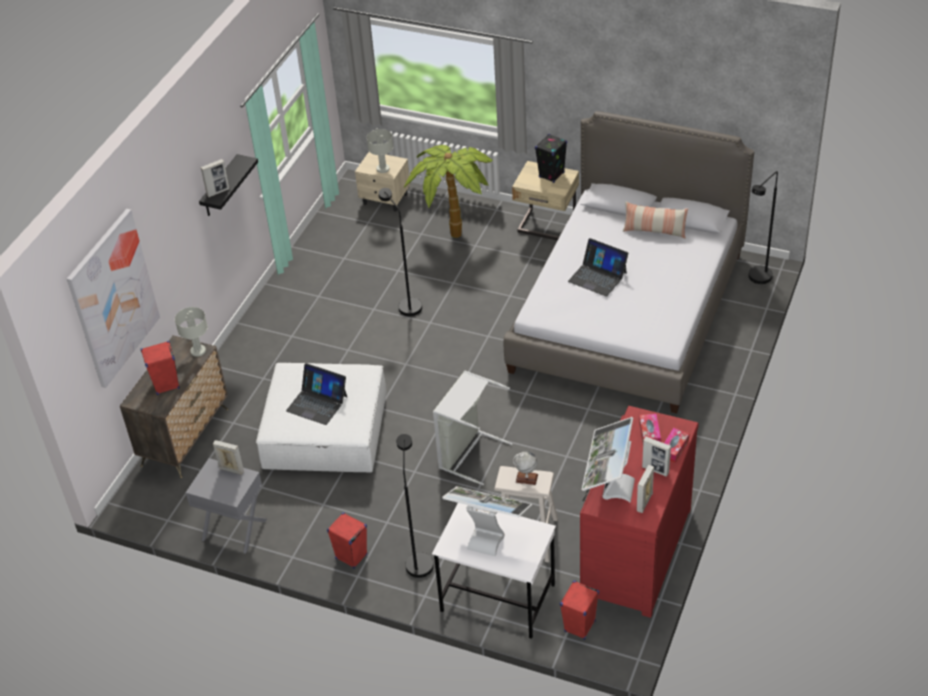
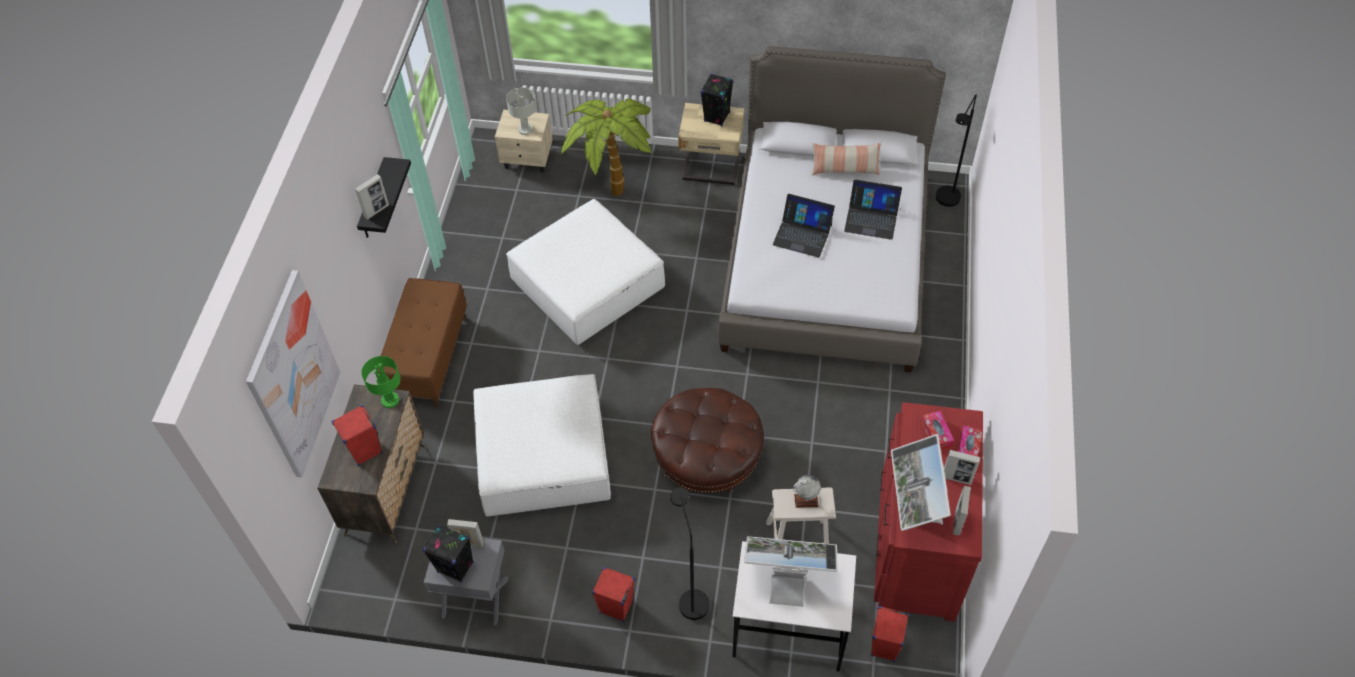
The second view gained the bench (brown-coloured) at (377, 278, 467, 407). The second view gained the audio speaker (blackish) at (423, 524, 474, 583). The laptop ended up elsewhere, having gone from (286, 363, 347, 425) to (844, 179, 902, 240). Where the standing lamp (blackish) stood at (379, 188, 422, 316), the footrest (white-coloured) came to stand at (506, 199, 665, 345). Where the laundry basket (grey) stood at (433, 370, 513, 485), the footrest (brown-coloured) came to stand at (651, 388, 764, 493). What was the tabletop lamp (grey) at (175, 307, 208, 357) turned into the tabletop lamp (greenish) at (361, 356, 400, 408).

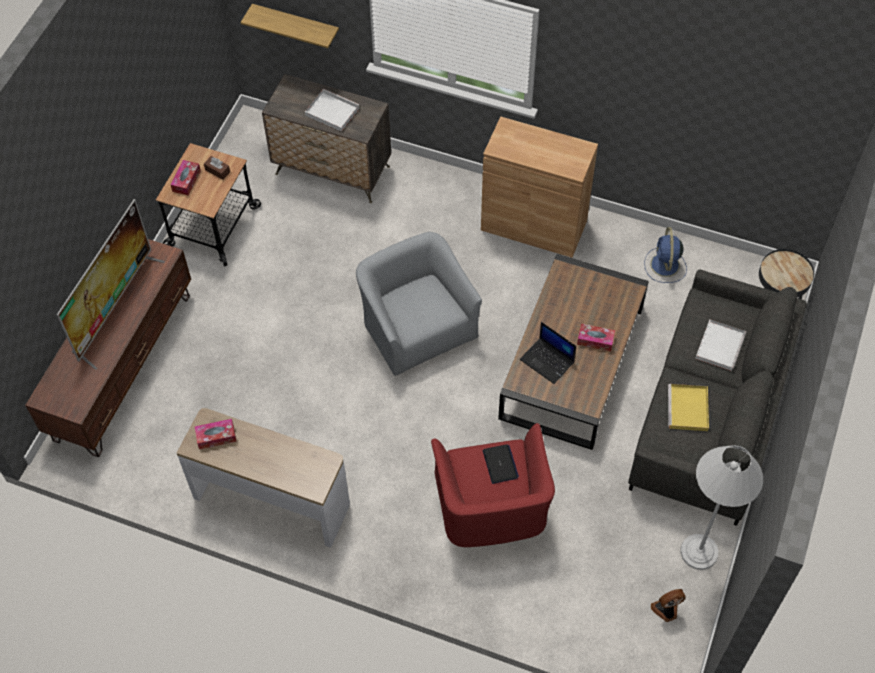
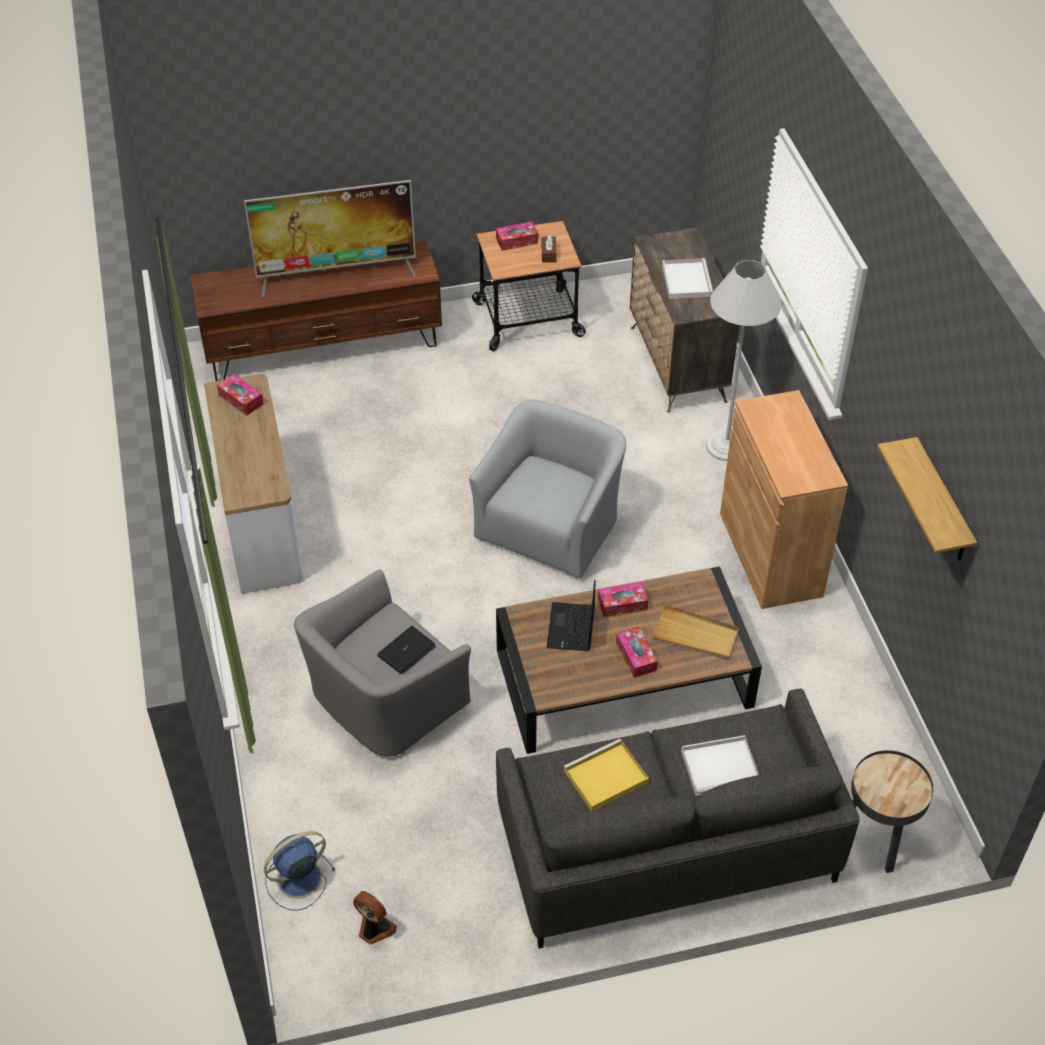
The second view gained the box of tissues at (598, 582, 648, 617). The second view gained the serving tray (beige) at (651, 604, 739, 660). The shelf ended up elsewhere, having gone from (241, 4, 339, 48) to (878, 437, 977, 561). The fan (blue) ended up elsewhere, having gone from (644, 227, 687, 283) to (264, 831, 336, 911). The standing lamp (white-coloured) ended up elsewhere, having gone from (680, 445, 763, 570) to (706, 260, 782, 461). What was the lounge chair (reddish) at (431, 423, 555, 547) turned into the lounge chair (grey) at (294, 569, 471, 757).

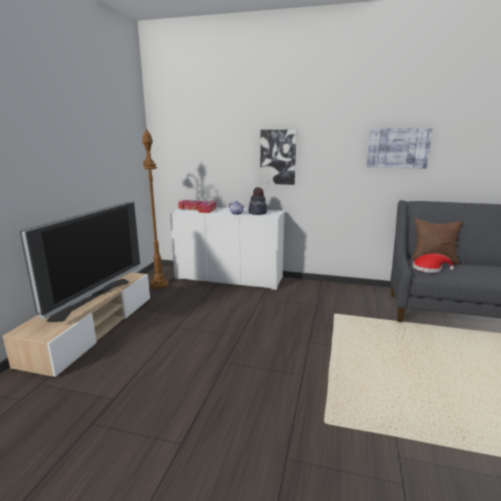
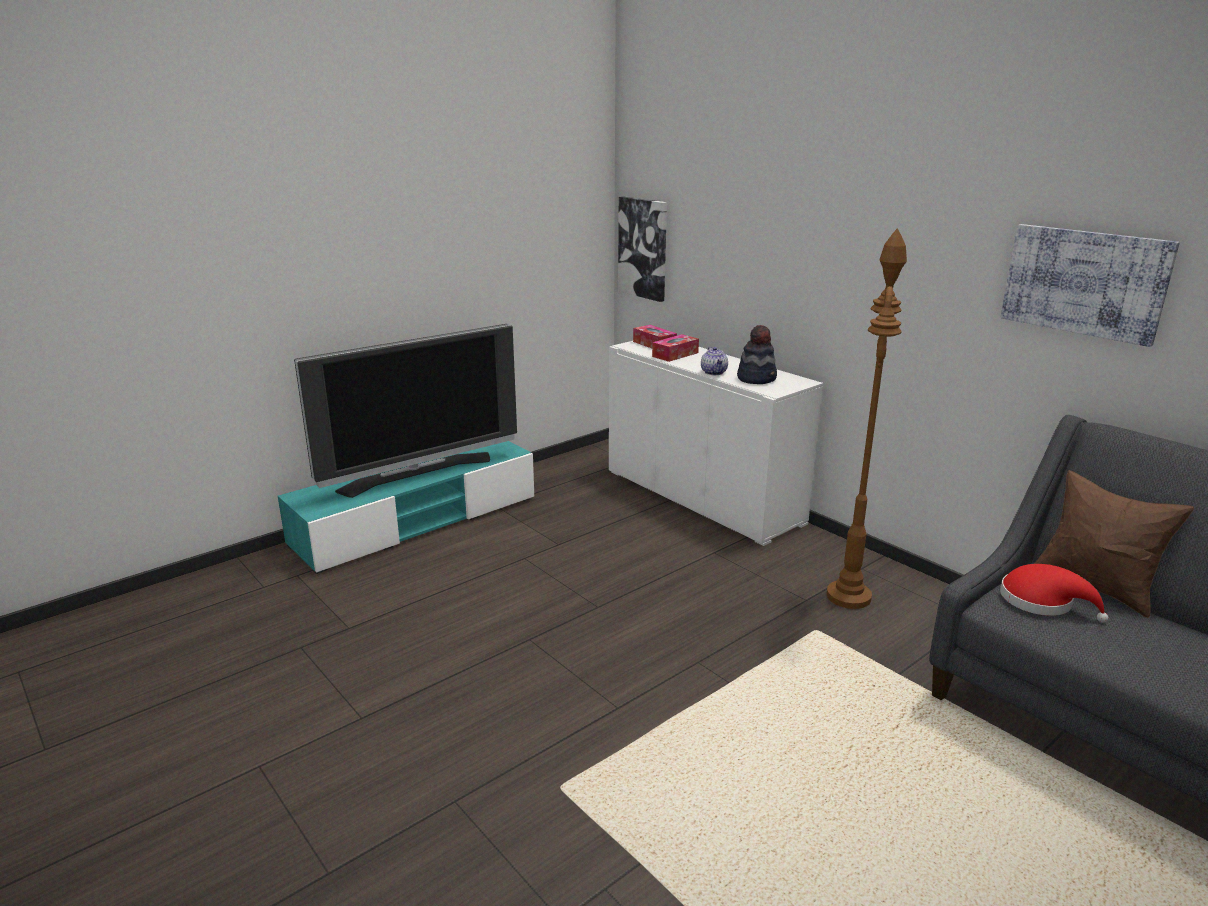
The standing lamp (brown-coloured) ended up elsewhere, having gone from (142, 129, 169, 289) to (827, 228, 907, 609). The wall picture ended up elsewhere, having gone from (260, 130, 297, 185) to (618, 196, 667, 302). What was the tv stand (beige) at (3, 272, 150, 378) turned into the tv stand (turquoise-coloured) at (278, 441, 534, 574).

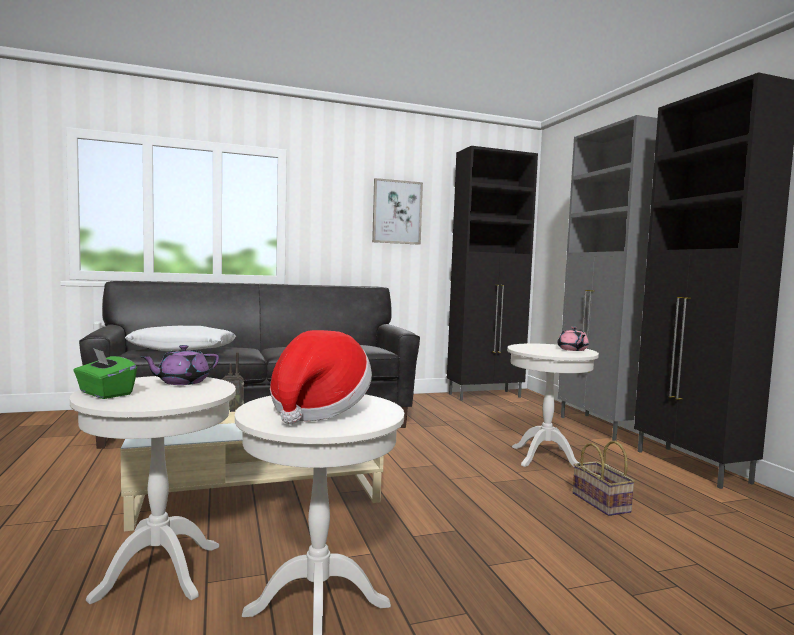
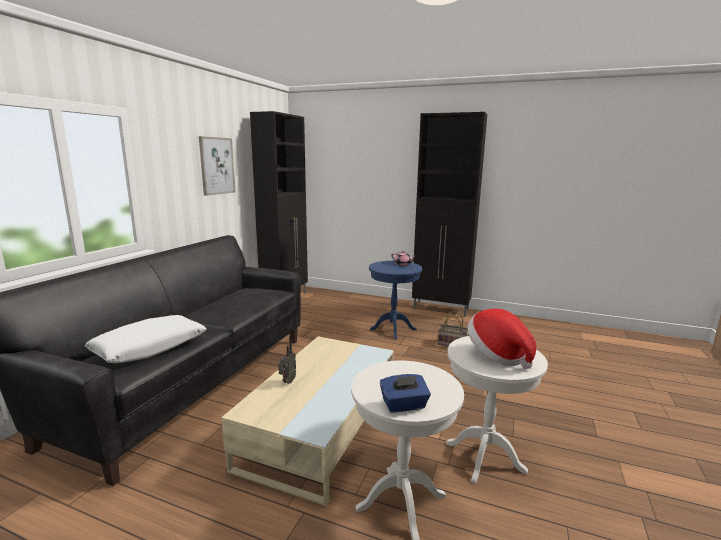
The second view lost the teapot (purple) at (140, 345, 219, 385). The second view lost the storage cabinet (grey) at (558, 115, 658, 441). What was the box of tissues (greenish) at (73, 348, 137, 399) turned into the box of tissues (blue) at (380, 374, 431, 413). What was the accent table (white-coloured) at (507, 343, 599, 467) turned into the accent table (blue) at (369, 261, 422, 340).

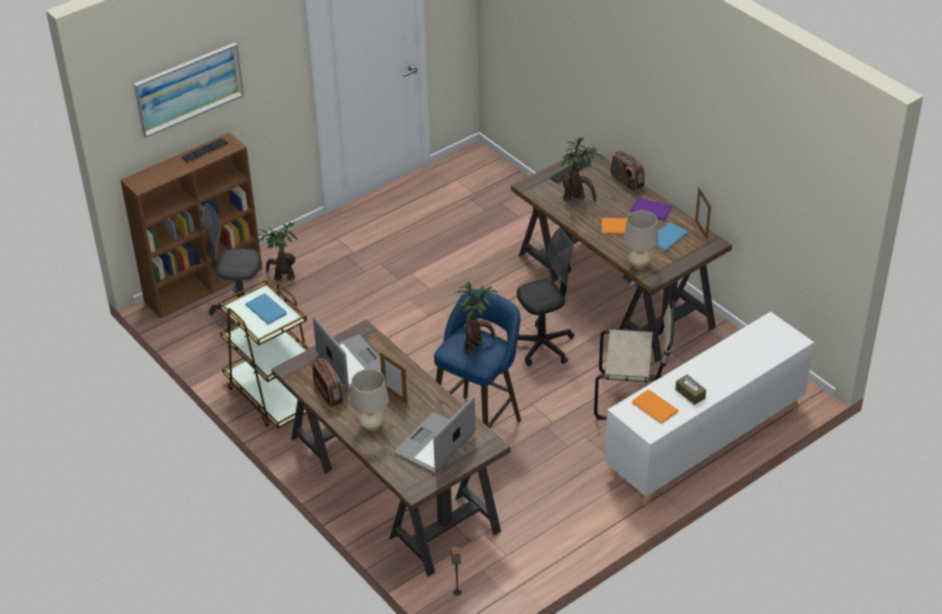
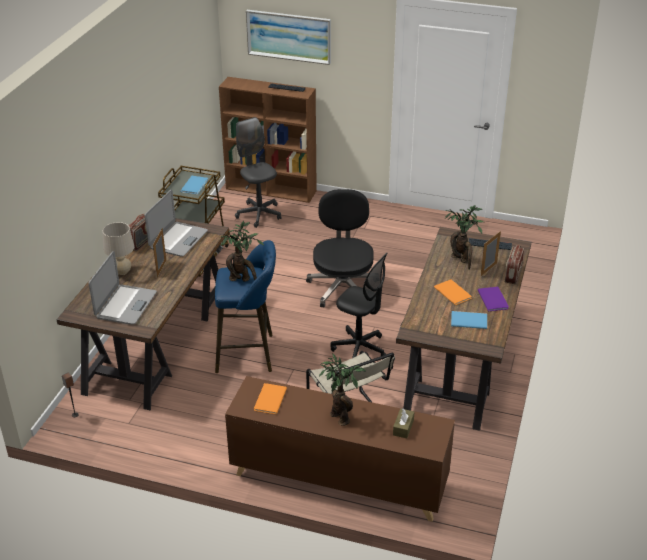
The second view lost the tabletop lamp (beige) at (624, 211, 658, 269). The second view gained the office chair (blackish) at (306, 189, 374, 308). The houseplant ended up elsewhere, having gone from (254, 222, 298, 281) to (319, 354, 366, 426). The box of tissues (brown-coloured) ended up elsewhere, having gone from (675, 375, 706, 405) to (393, 408, 414, 438). The photo frame ended up elsewhere, having gone from (695, 187, 711, 241) to (480, 231, 501, 277). What was the storage cabinet (white-coloured) at (605, 312, 814, 506) turned into the storage cabinet (brown-coloured) at (225, 376, 455, 522). The laptop at (395, 396, 475, 473) ended up facing another way, 105 degrees clockwise from before.

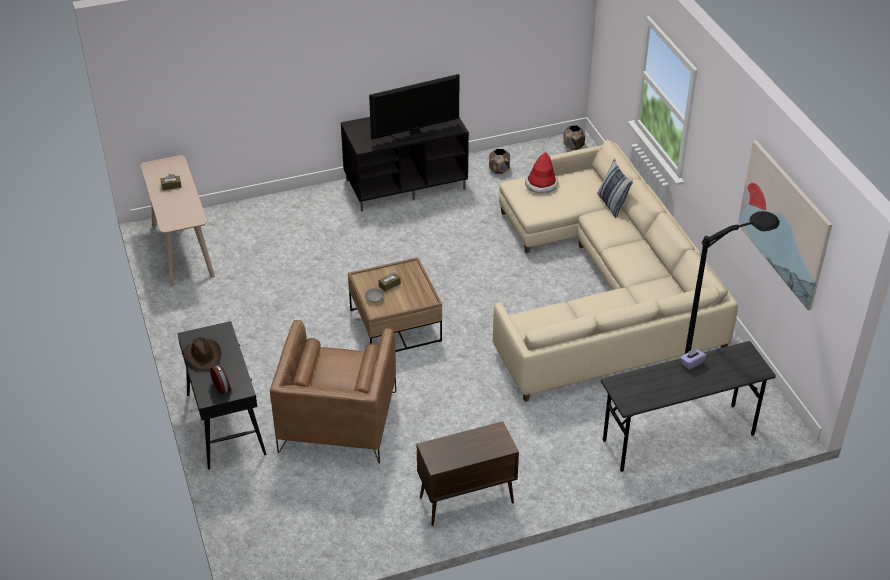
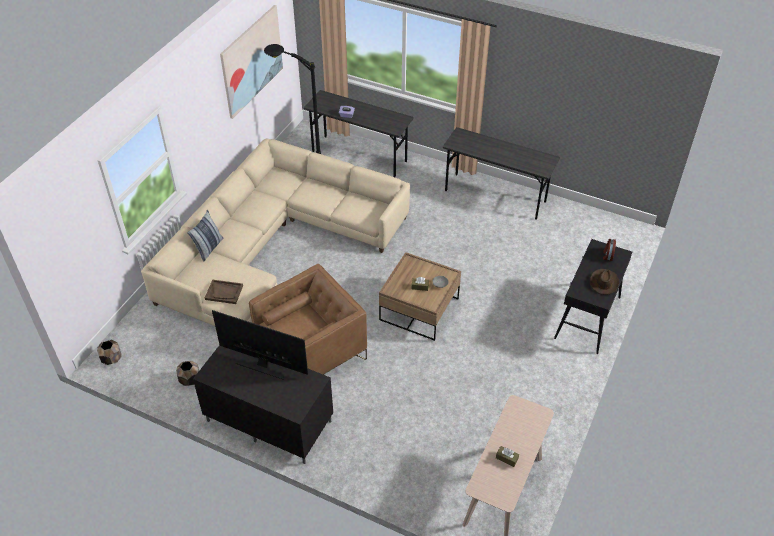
The lounge chair (brown-coloured) ended up elsewhere, having gone from (270, 320, 396, 463) to (249, 264, 367, 375). Where the storage cabinet (brown-coloured) stood at (417, 421, 519, 526), the desk table (grey) came to stand at (443, 127, 560, 220). Where the wearable hat stood at (525, 152, 559, 193), the serving tray (brown-coloured) came to stand at (205, 279, 243, 304).

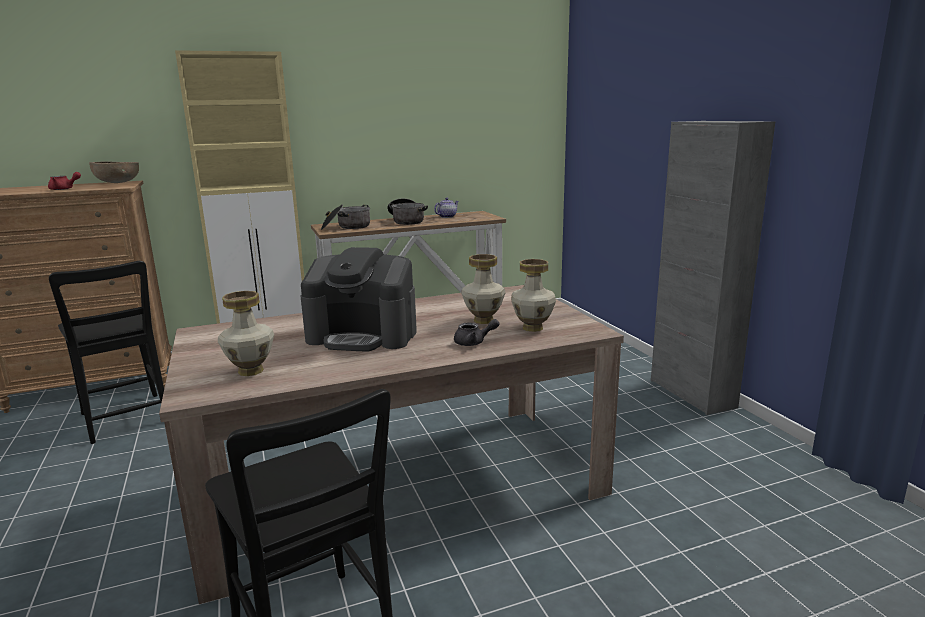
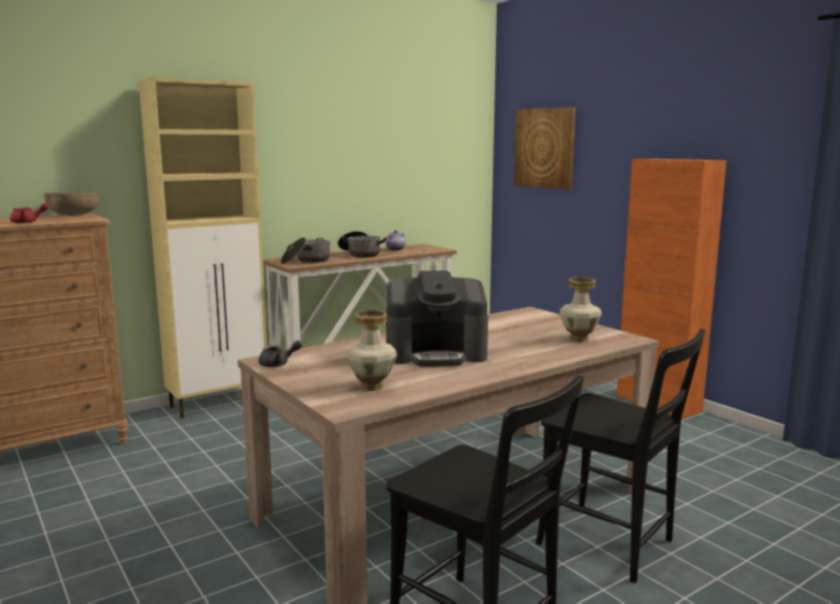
The second view lost the vase at (461, 254, 505, 324). The second view gained the wall picture at (514, 107, 576, 190). The upright chair (blackish) ended up elsewhere, having gone from (49, 261, 164, 444) to (535, 329, 705, 583). The teapot (grey) ended up elsewhere, having gone from (454, 319, 499, 346) to (259, 340, 302, 367). What was the storage cabinet (grey) at (651, 121, 775, 415) turned into the storage cabinet (orange-coloured) at (616, 159, 727, 420).

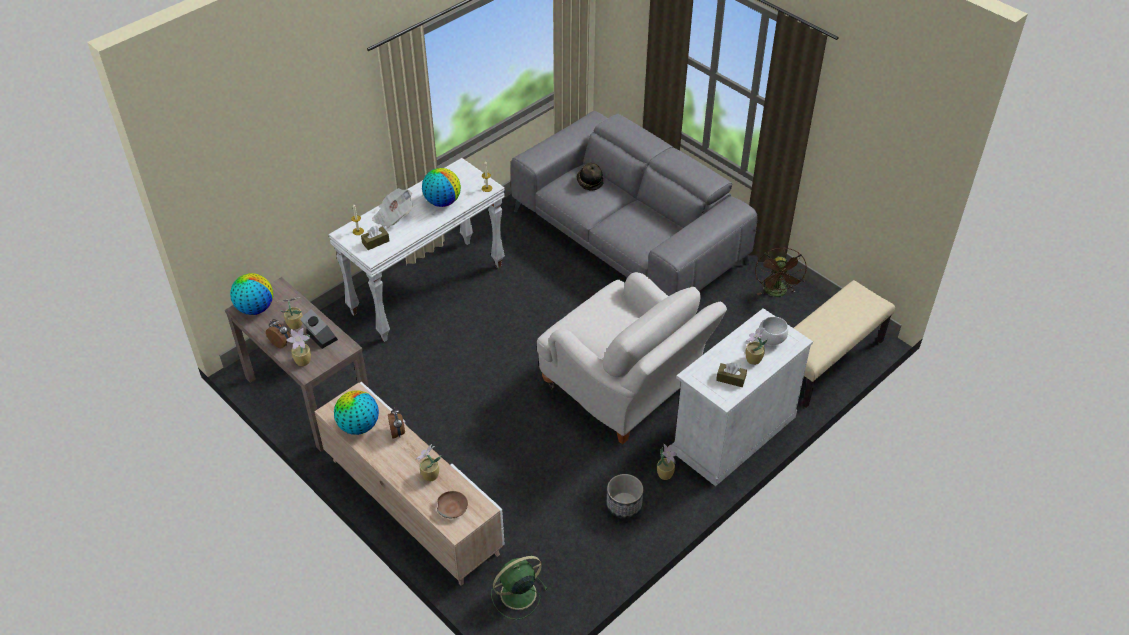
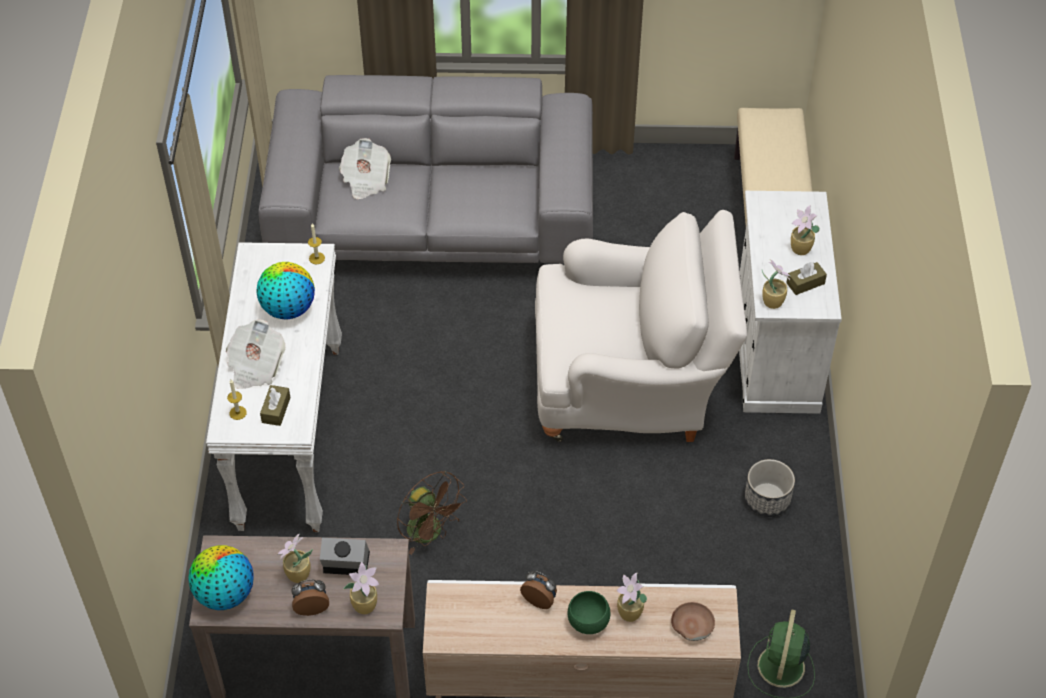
The second view lost the globe at (334, 390, 379, 435). The second view lost the serving bowl (white-coloured) at (759, 317, 788, 345). The second view gained the serving bowl (greenish) at (568, 591, 610, 634). The houseplant ended up elsewhere, having gone from (657, 444, 677, 480) to (762, 259, 791, 309). The fan (brown-coloured) ended up elsewhere, having gone from (755, 248, 807, 297) to (397, 471, 467, 555). Where the wearable hat stood at (577, 163, 604, 190), the newspaper came to stand at (339, 138, 391, 199).

